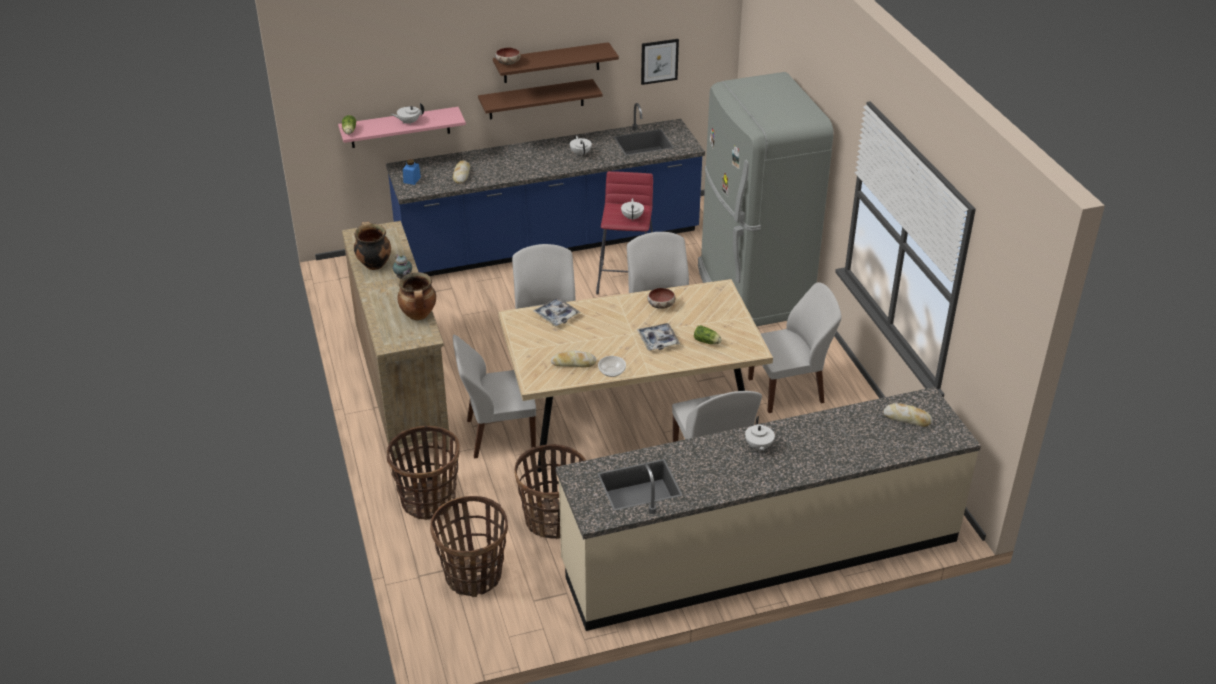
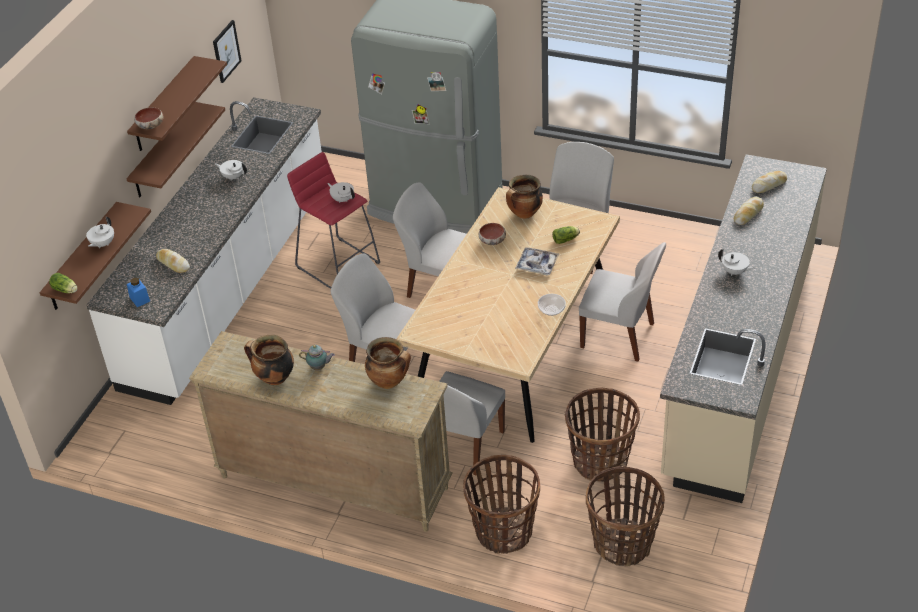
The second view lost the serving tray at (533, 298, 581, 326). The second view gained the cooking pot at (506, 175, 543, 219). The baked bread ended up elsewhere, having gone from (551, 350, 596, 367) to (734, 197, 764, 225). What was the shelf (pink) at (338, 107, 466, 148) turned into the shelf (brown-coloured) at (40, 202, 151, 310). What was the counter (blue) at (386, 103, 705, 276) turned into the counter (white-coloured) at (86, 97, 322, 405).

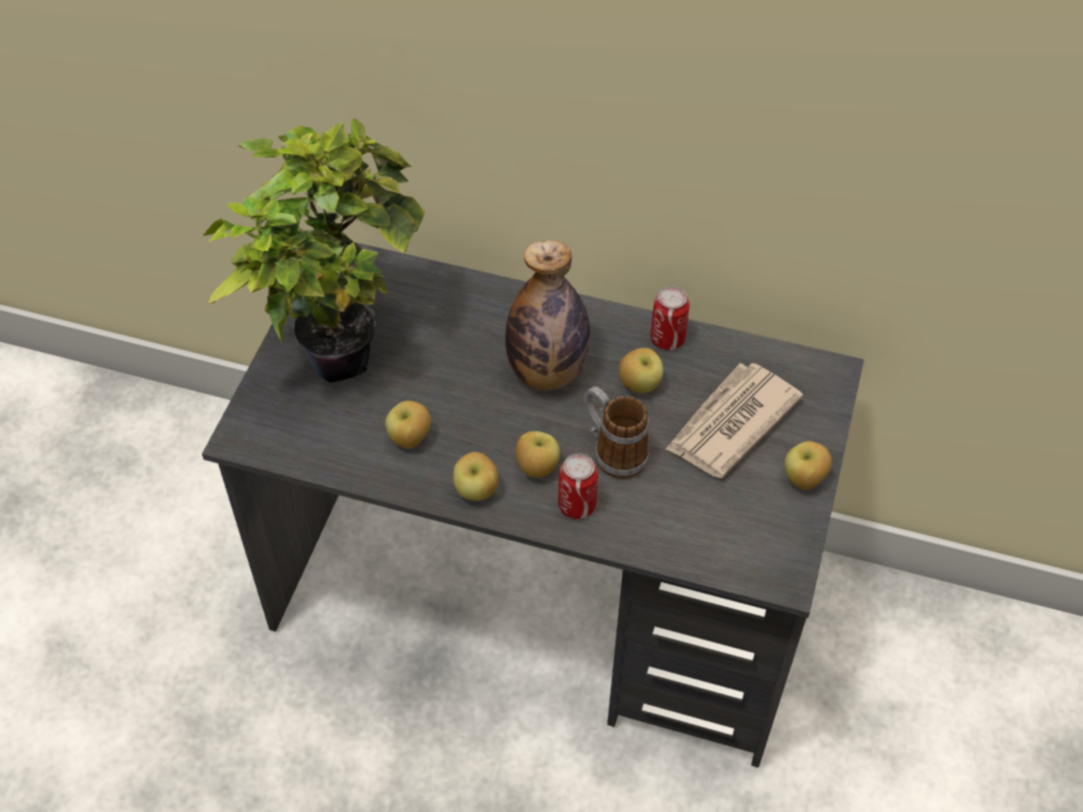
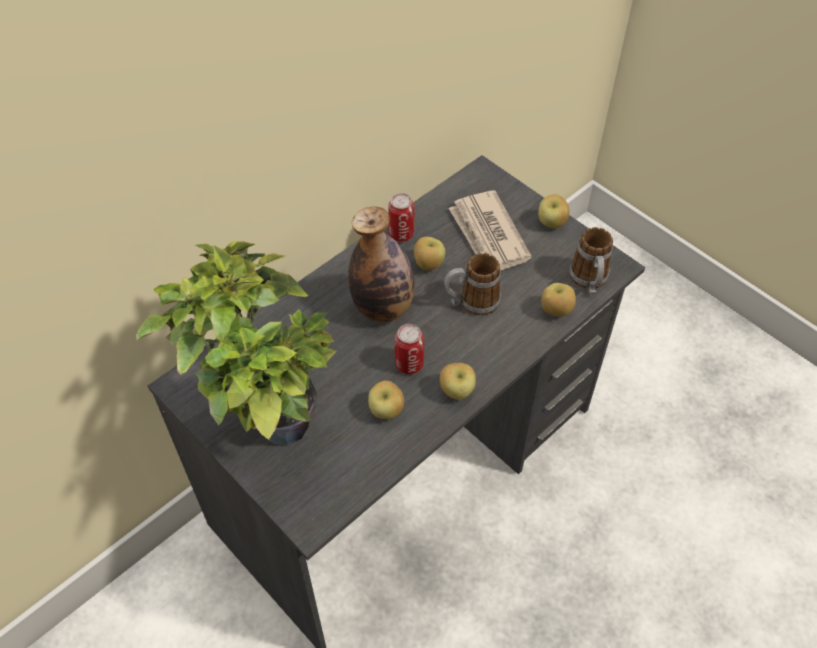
The second view gained the coffee mug at (569, 227, 613, 294). The whole apple ended up elsewhere, having gone from (516, 431, 560, 478) to (541, 283, 576, 317). The can ended up elsewhere, having gone from (558, 453, 598, 519) to (395, 324, 424, 374).

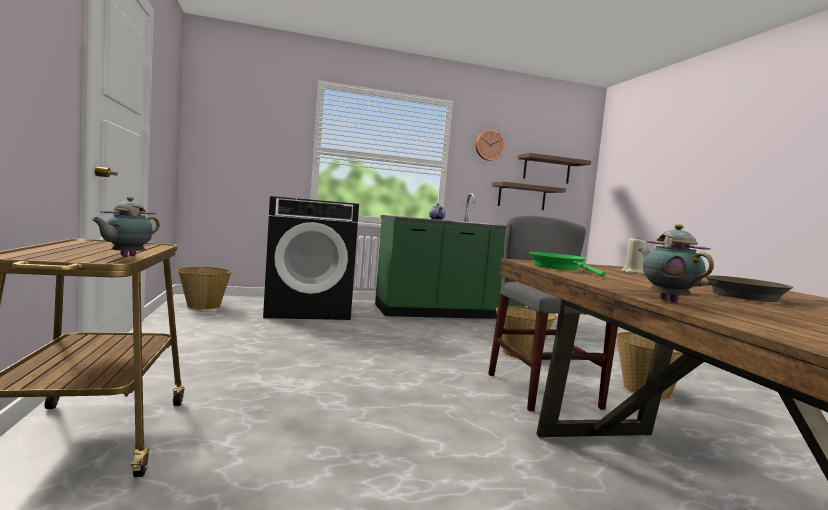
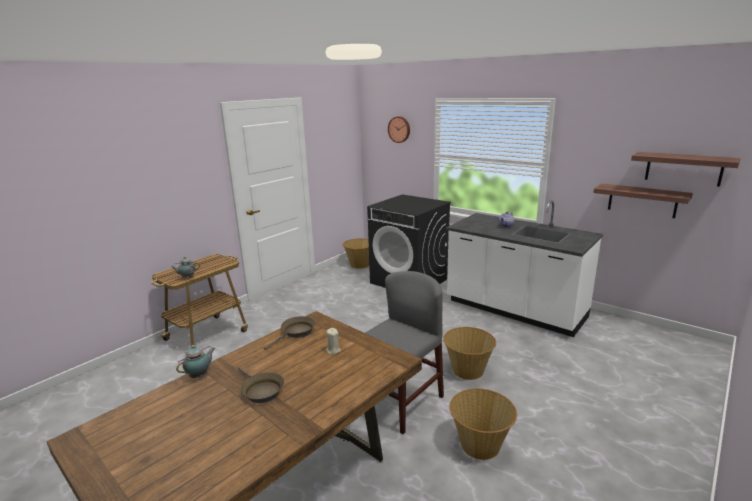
The hanging clock ended up elsewhere, having gone from (476, 130, 505, 161) to (388, 116, 410, 143). What was the counter (greenish) at (375, 193, 525, 319) turned into the counter (white-coloured) at (446, 201, 603, 337). What was the pan (greenish) at (529, 252, 605, 277) turned into the pan (brown-coloured) at (264, 316, 316, 350).

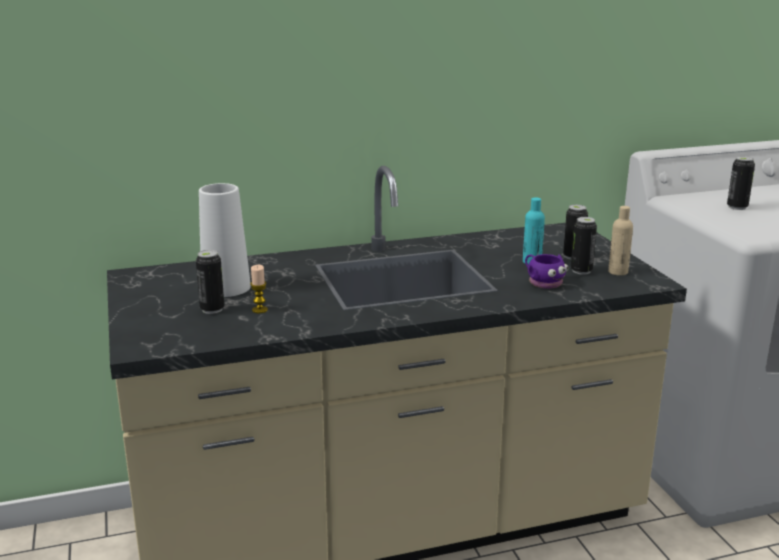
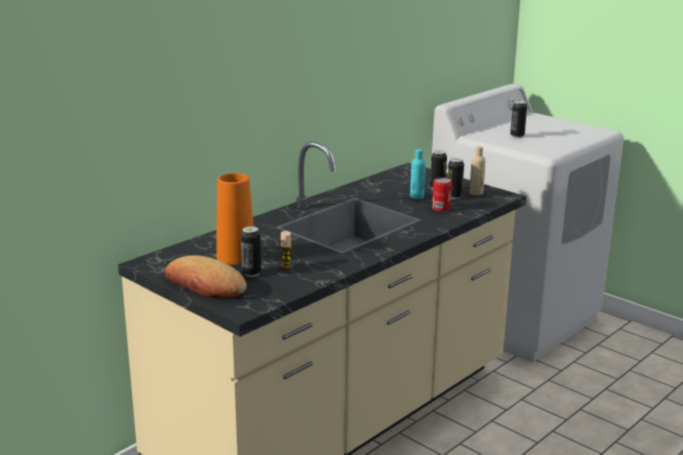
The second view gained the baked bread at (165, 255, 247, 298). Where the coffee mug (purple) stood at (525, 254, 569, 289), the can came to stand at (432, 177, 452, 212). What was the vase (white-coloured) at (199, 183, 251, 297) turned into the vase (orange-coloured) at (216, 173, 254, 265).

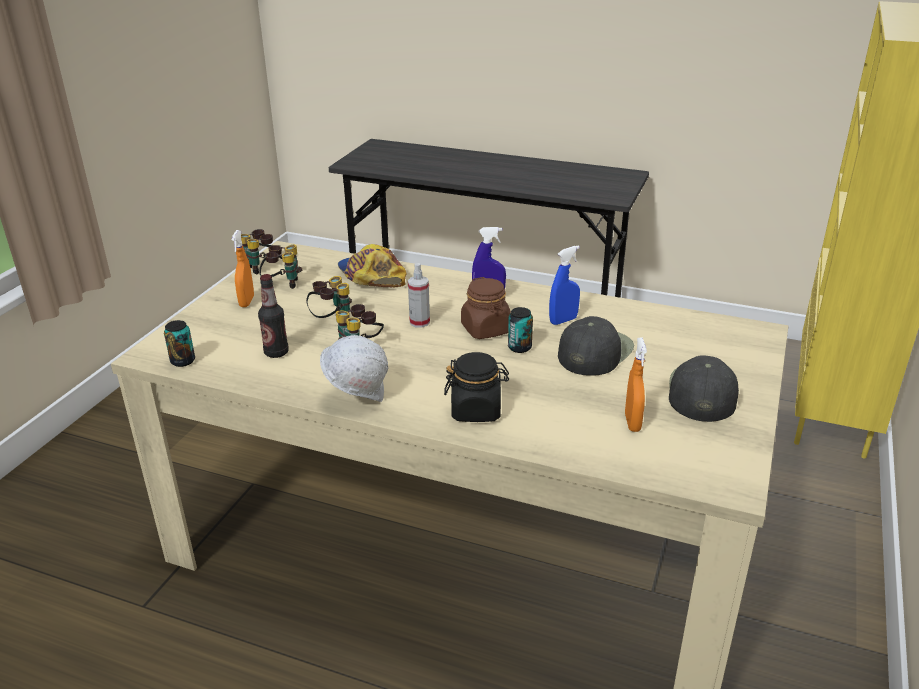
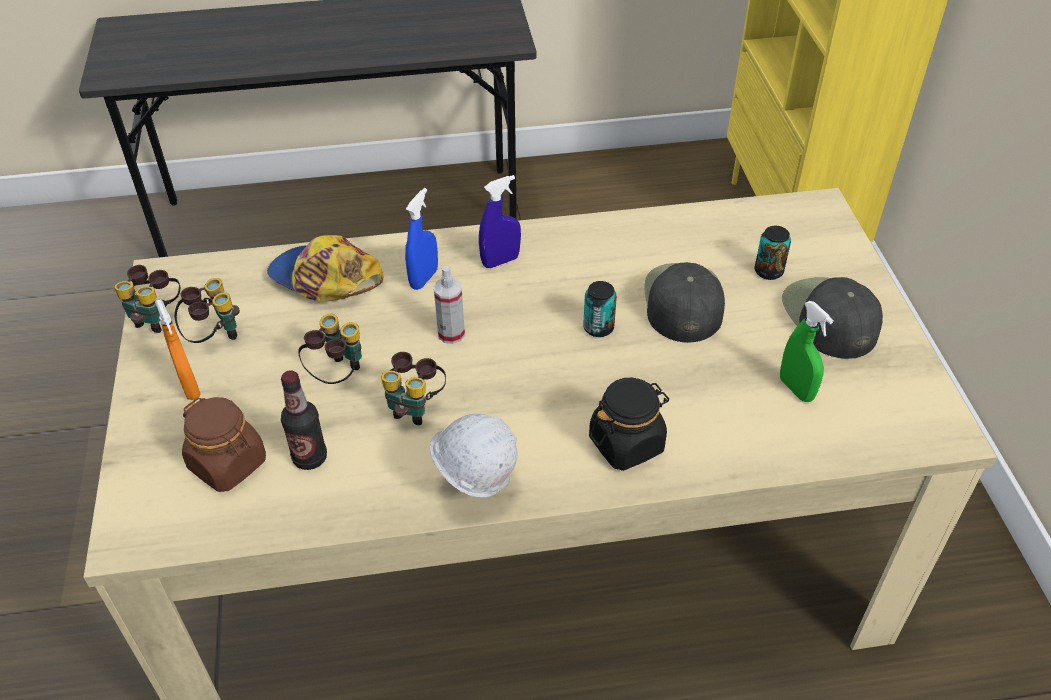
The can ended up elsewhere, having gone from (164, 320, 195, 367) to (754, 226, 791, 280). The jar (brown-coloured) ended up elsewhere, having gone from (461, 277, 511, 339) to (182, 397, 266, 492). The spray bottle (blue) ended up elsewhere, having gone from (549, 245, 580, 325) to (405, 188, 438, 290). What was the spray bottle (orange-coloured) at (625, 337, 647, 432) turned into the spray bottle (greenish) at (780, 301, 834, 402).

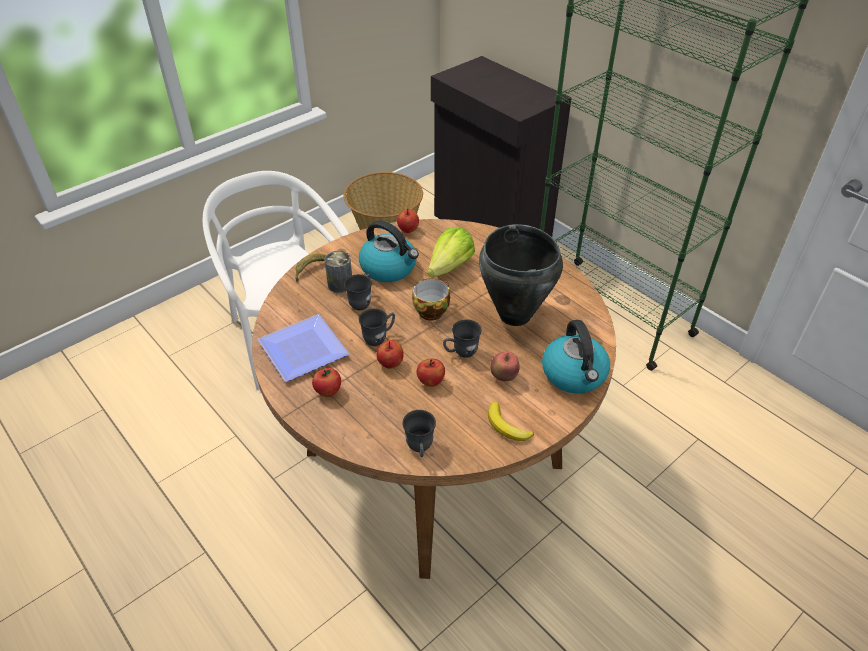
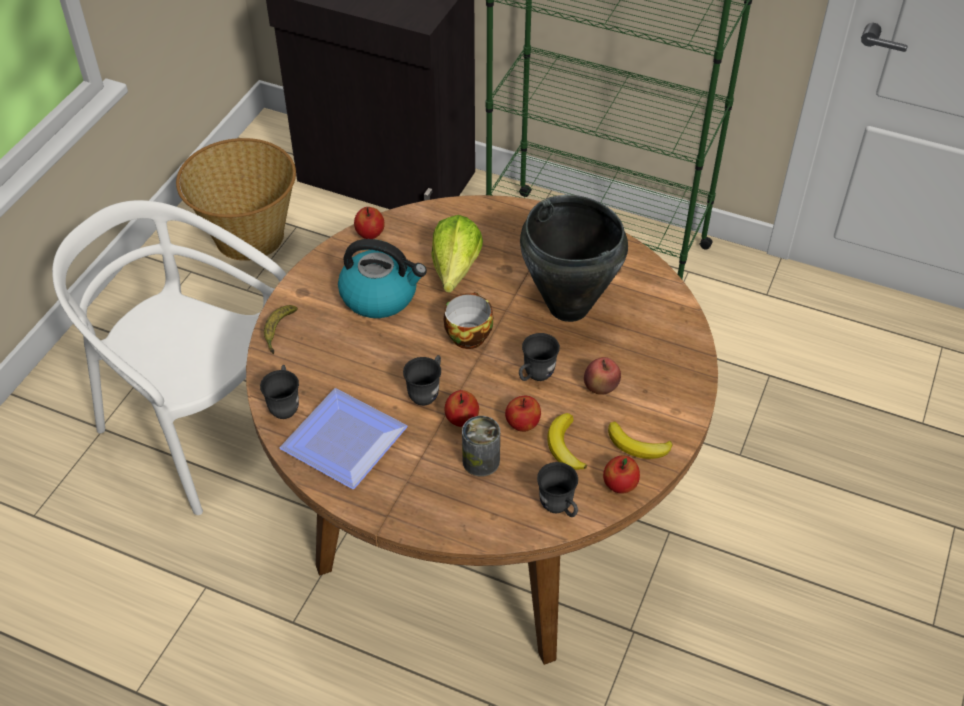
The second view lost the water kettle at (542, 320, 610, 394). The second view gained the banana fruit at (547, 413, 587, 470). The whole apple ended up elsewhere, having gone from (312, 368, 341, 397) to (603, 455, 640, 494). The can ended up elsewhere, having gone from (324, 251, 352, 293) to (462, 416, 500, 477). The coffee mug (grey) ended up elsewhere, having gone from (344, 274, 372, 310) to (260, 365, 299, 419).

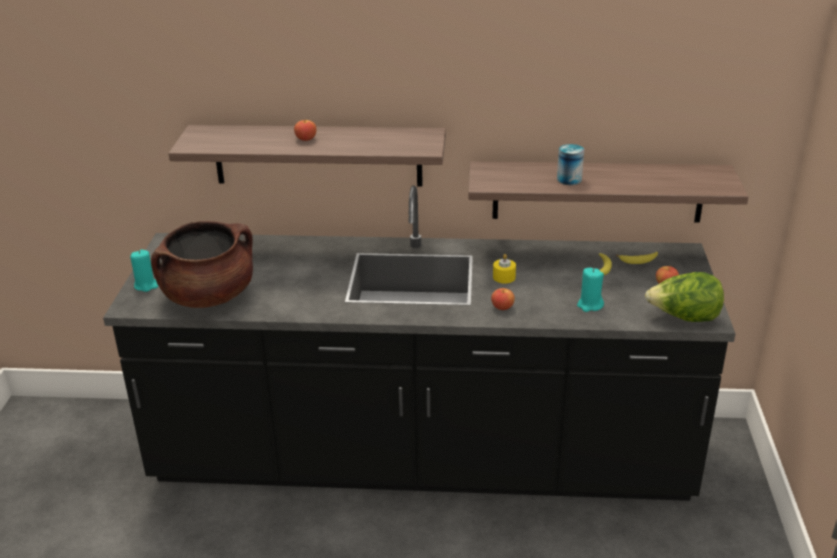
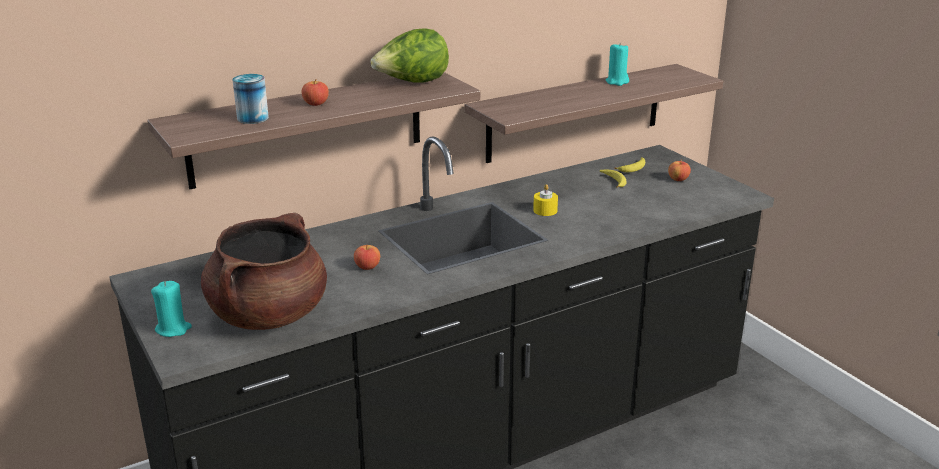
The whole apple ended up elsewhere, having gone from (491, 288, 515, 310) to (354, 245, 380, 270). The can ended up elsewhere, having gone from (557, 144, 584, 185) to (232, 74, 269, 124). The candle (turquoise-coloured) ended up elsewhere, having gone from (577, 268, 604, 312) to (606, 42, 629, 86). The lettuce head ended up elsewhere, having gone from (645, 272, 724, 322) to (370, 28, 449, 83).

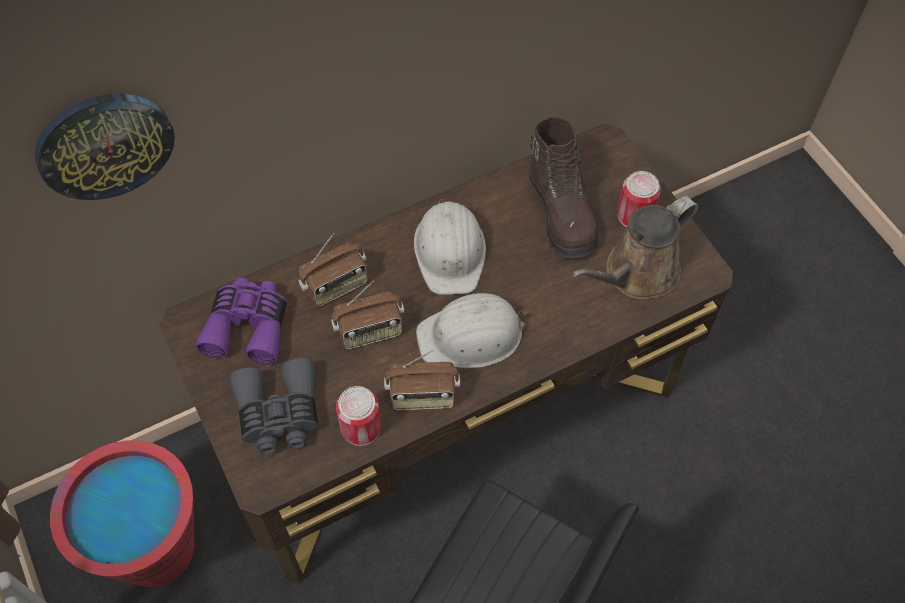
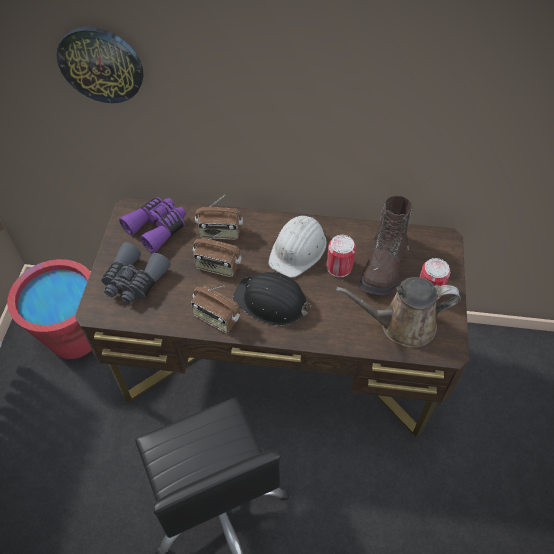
The can ended up elsewhere, having gone from (336, 386, 381, 446) to (327, 235, 356, 277). What was the hard hat (white-coloured) at (416, 293, 527, 368) turned into the hard hat (blackish) at (233, 272, 311, 326).

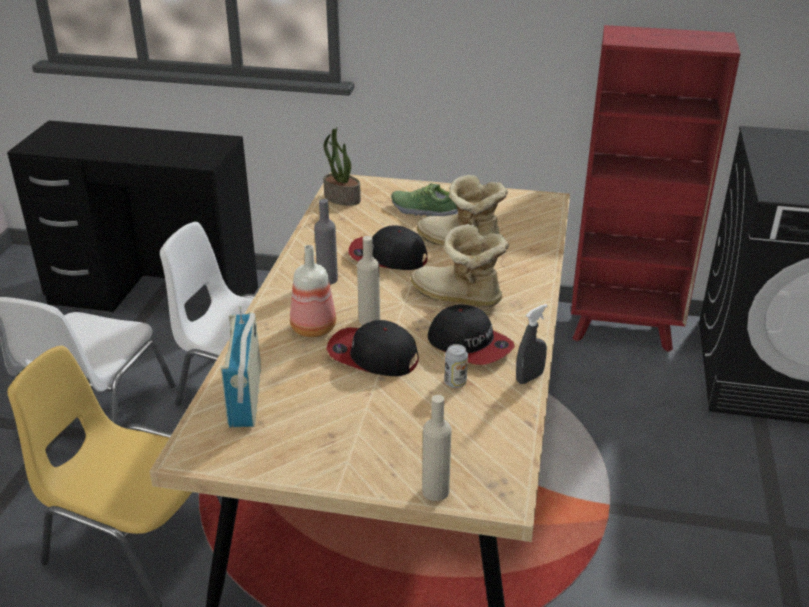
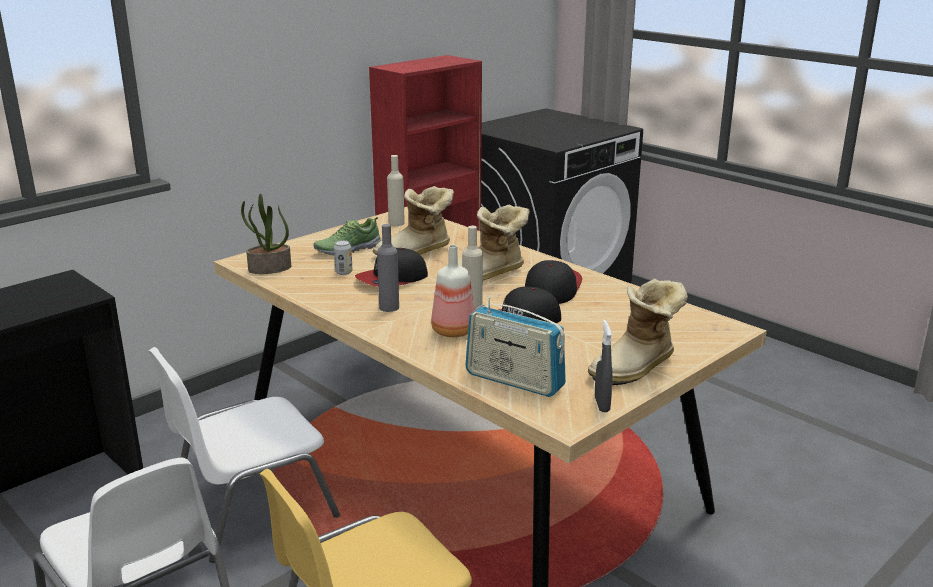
The second view gained the high-top boot at (588, 279, 688, 385). The beverage bottle (beige) ended up elsewhere, having gone from (422, 395, 452, 501) to (387, 155, 405, 226). The can ended up elsewhere, having gone from (445, 344, 468, 388) to (334, 240, 353, 275). The spray bottle (grey) ended up elsewhere, having gone from (516, 304, 547, 384) to (595, 320, 613, 412). The peaked cap at (428, 304, 515, 365) ended up facing another way, 60 degrees counterclockwise from before.

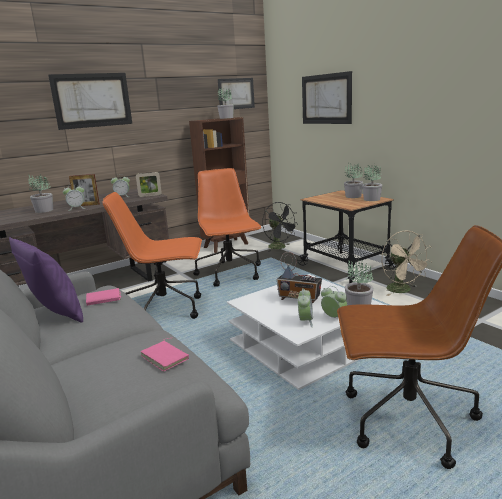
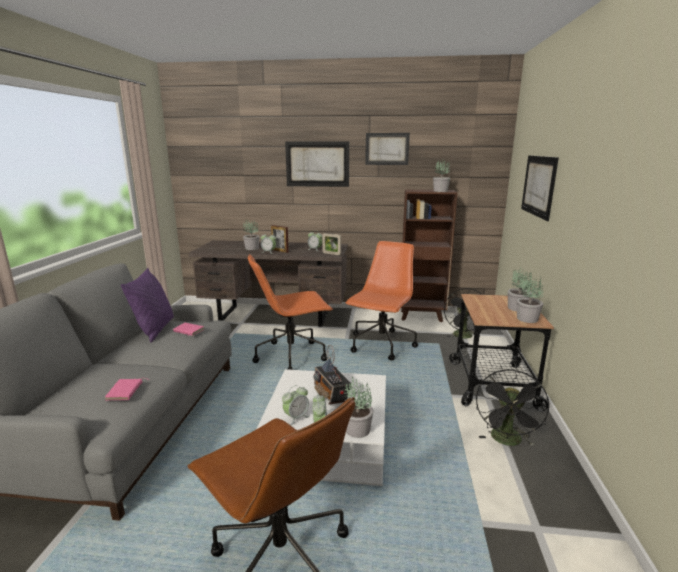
The wall picture ended up elsewhere, having gone from (218, 78, 255, 109) to (365, 133, 410, 165). What was the fan (beige) at (382, 230, 432, 296) turned into the fan (blackish) at (476, 370, 549, 446). The office chair (orange-coloured) at (102, 192, 202, 319) ended up facing another way, 60 degrees counterclockwise from before.

